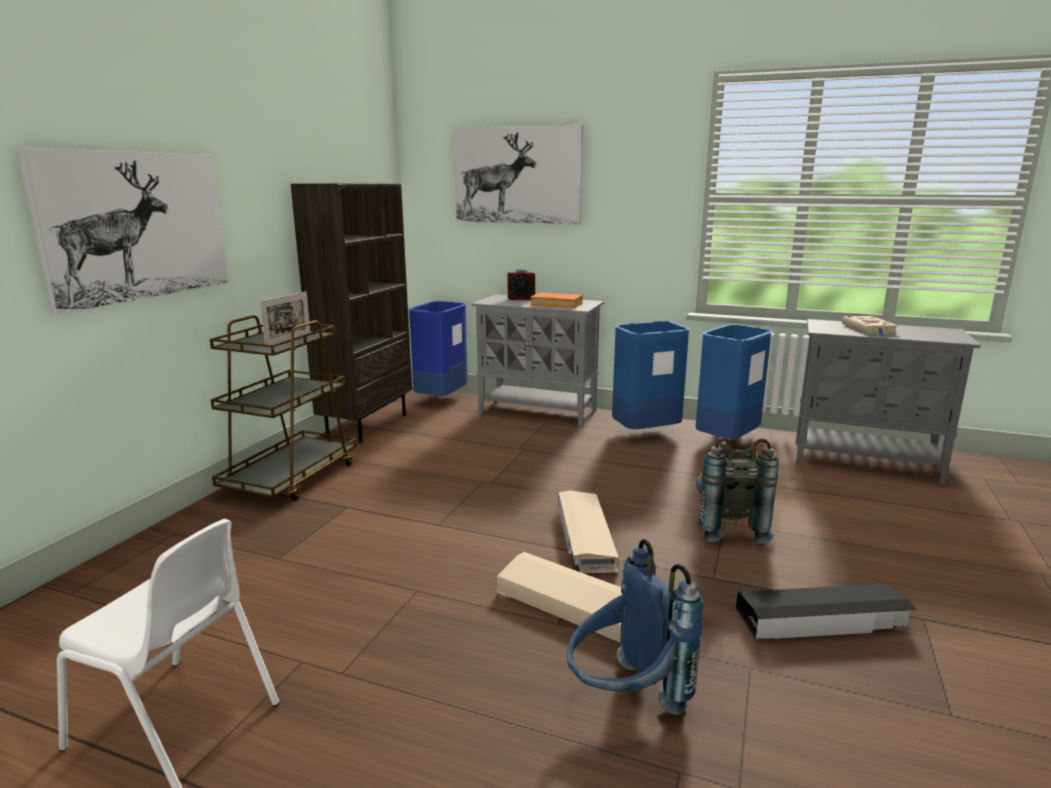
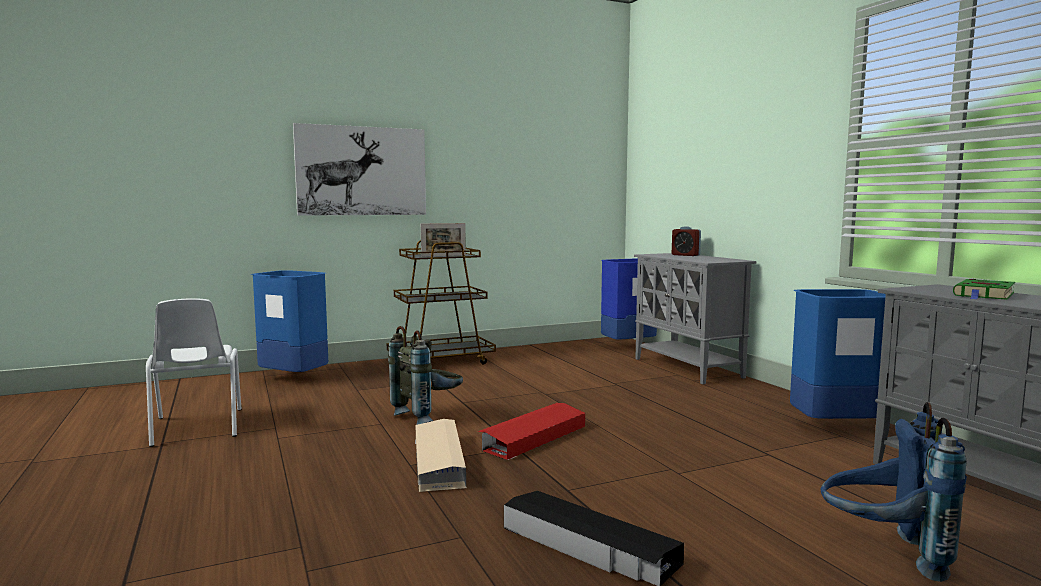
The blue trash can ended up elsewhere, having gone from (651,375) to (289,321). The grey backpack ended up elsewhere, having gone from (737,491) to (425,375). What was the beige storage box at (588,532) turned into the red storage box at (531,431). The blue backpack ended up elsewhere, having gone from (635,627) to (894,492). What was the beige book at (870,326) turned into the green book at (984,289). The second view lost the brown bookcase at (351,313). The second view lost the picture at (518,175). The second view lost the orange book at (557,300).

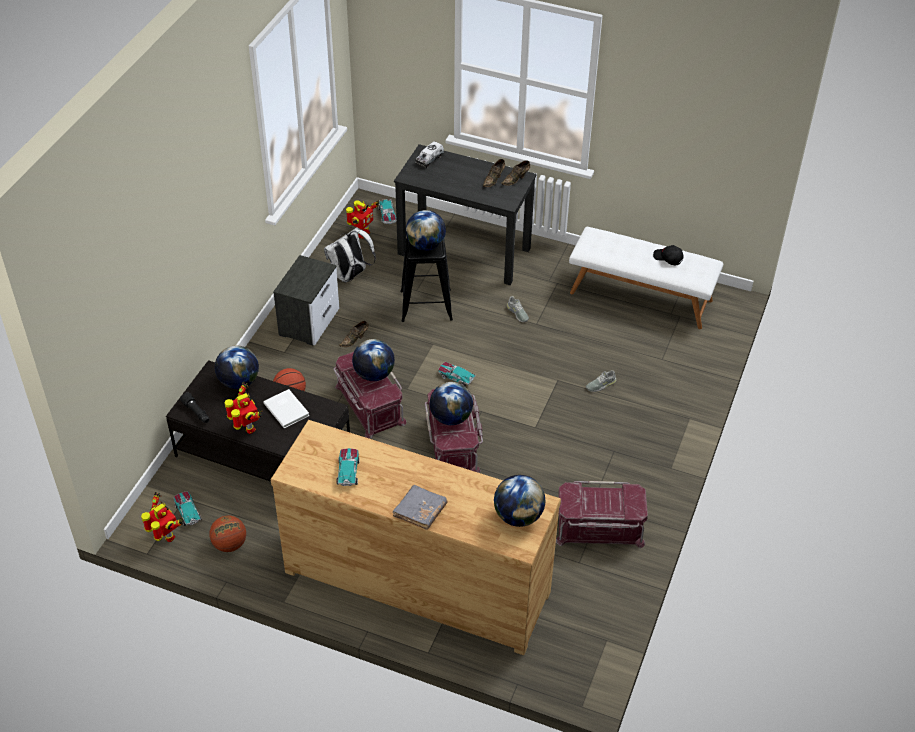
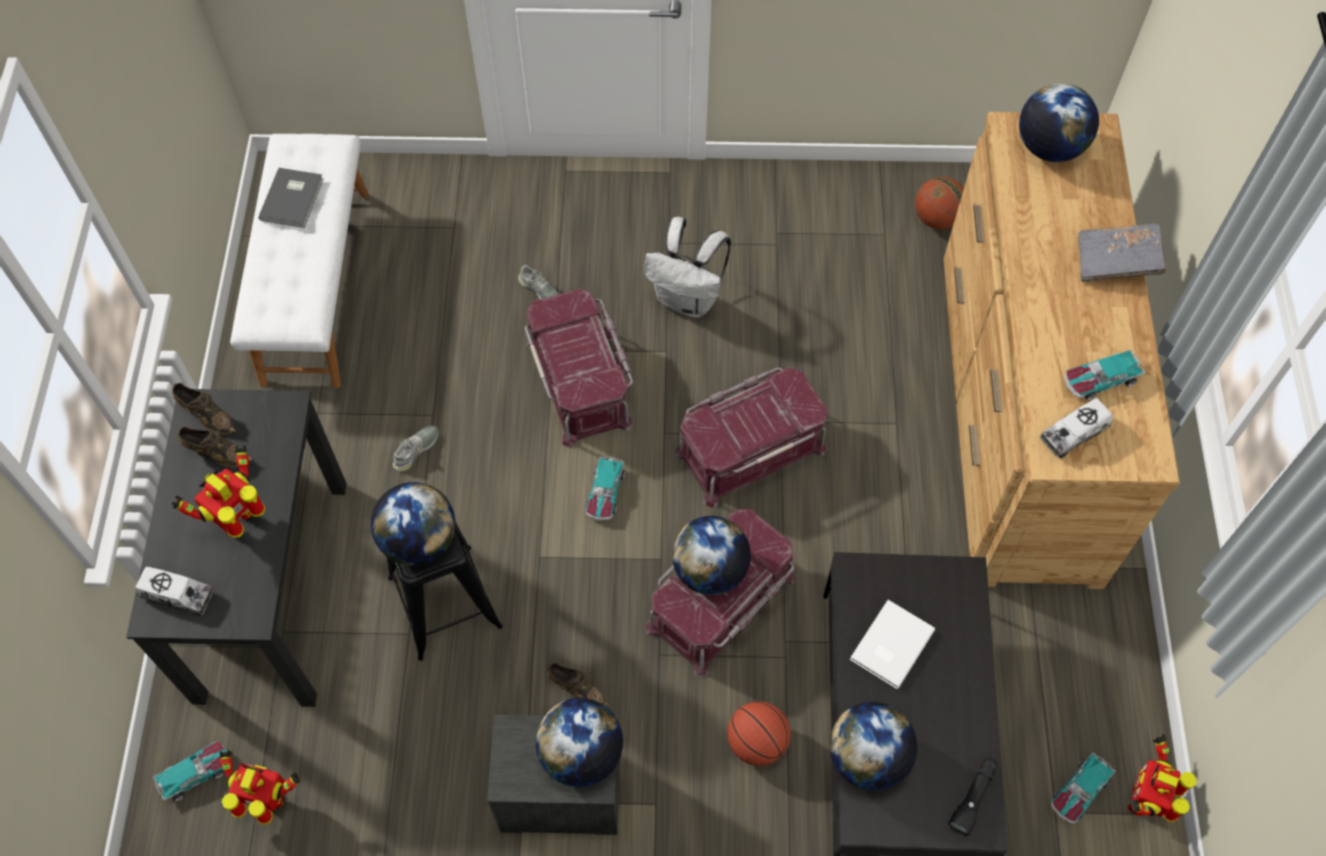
The toy robot ended up elsewhere, having gone from (243,407) to (218,491). Where the black cap stood at (668,255), the grey book came to stand at (290,198). The red storage box ended up elsewhere, having gone from (602,514) to (579,368). The globe ended up elsewhere, having gone from (451,403) to (579,742). The white backpack ended up elsewhere, having gone from (350,254) to (687,267). The basketball ended up elsewhere, having gone from (227,534) to (939,203). The second view gained the toy truck at (1076,428).

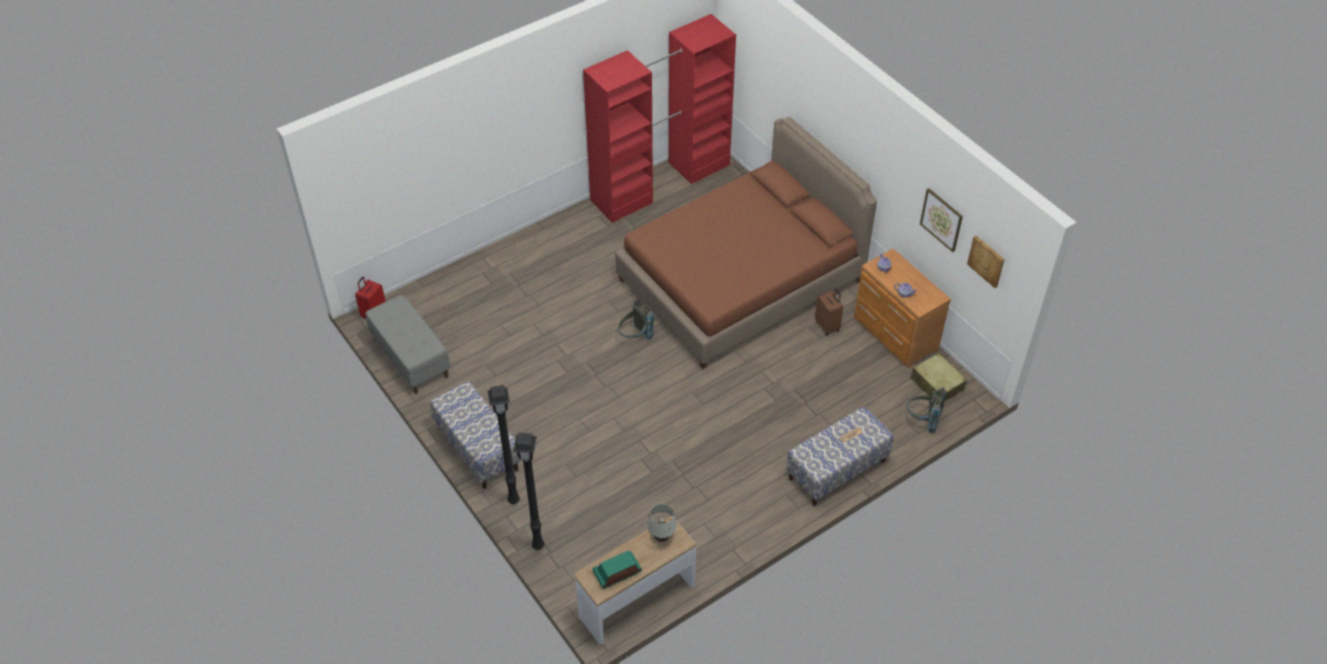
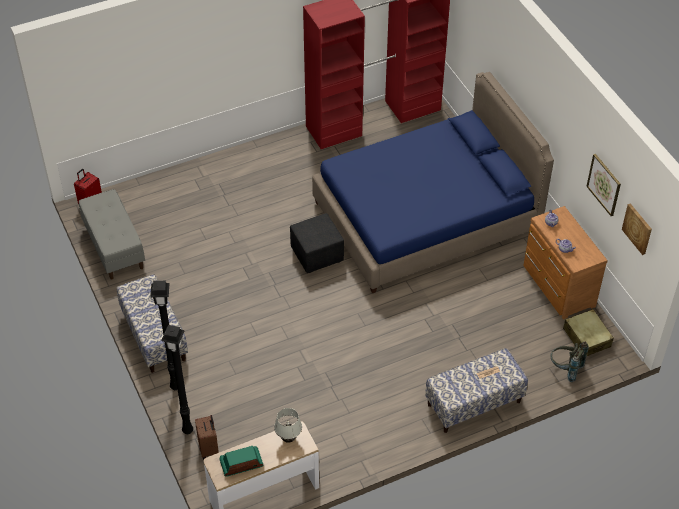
The brown suitcase ended up elsewhere, having gone from (829,312) to (207,437). Where the grey backpack stood at (636,318), the black ottoman came to stand at (317,243). What was the brown bed at (746,243) turned into the blue bed at (433,182).

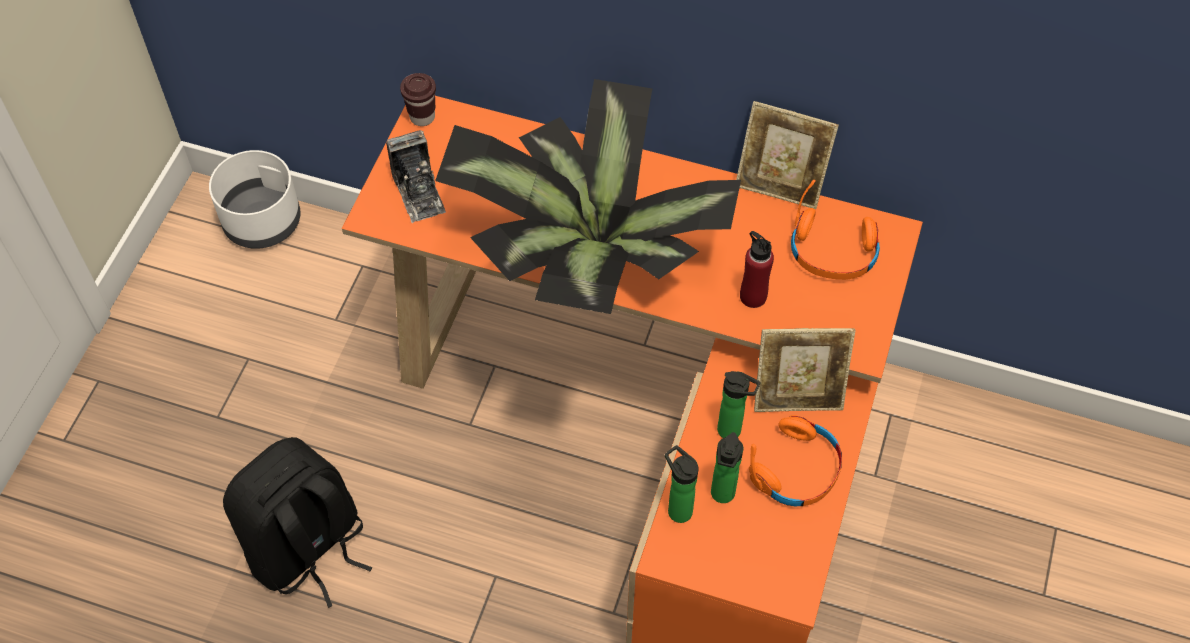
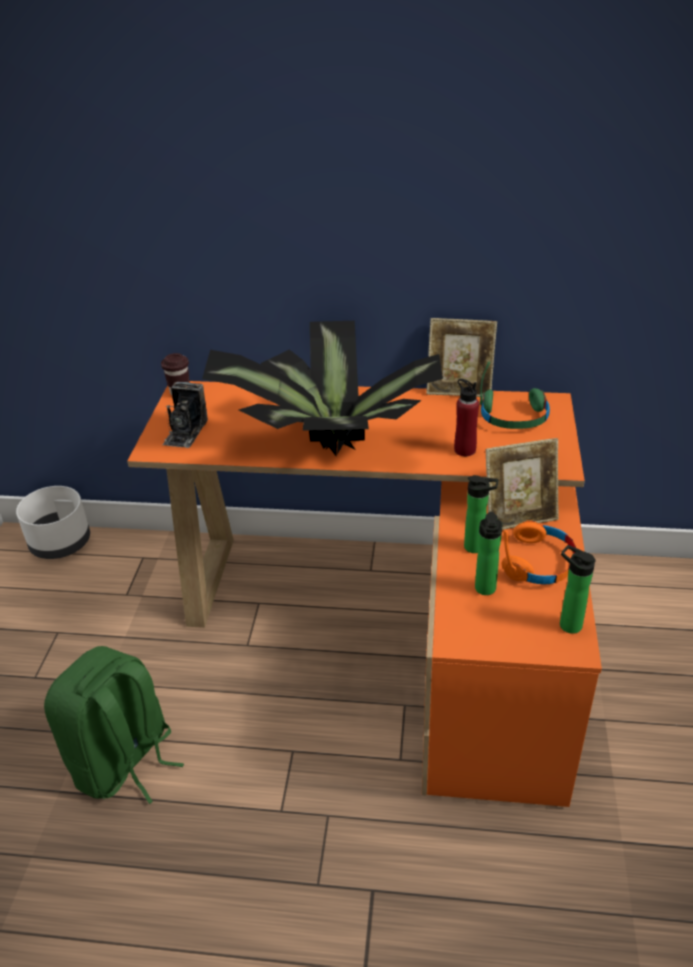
What was the black backpack at (297,522) turned into the green backpack at (114,725). The photo camera at (416,176) ended up facing another way, 45 degrees clockwise from before. What was the orange headphones at (835,230) turned into the green headphones at (515,395). The bottle ended up elsewhere, having gone from (681,484) to (578,589).

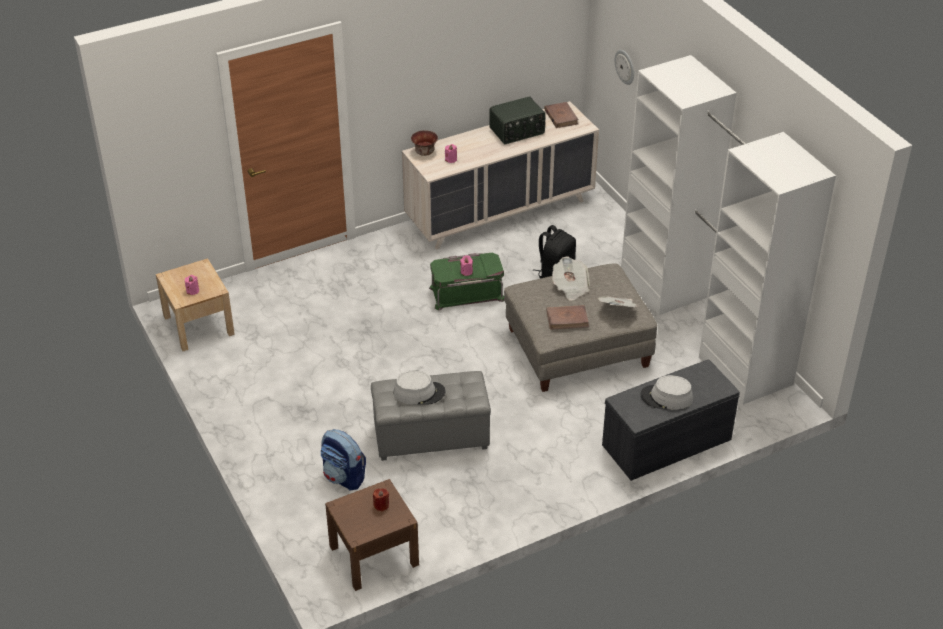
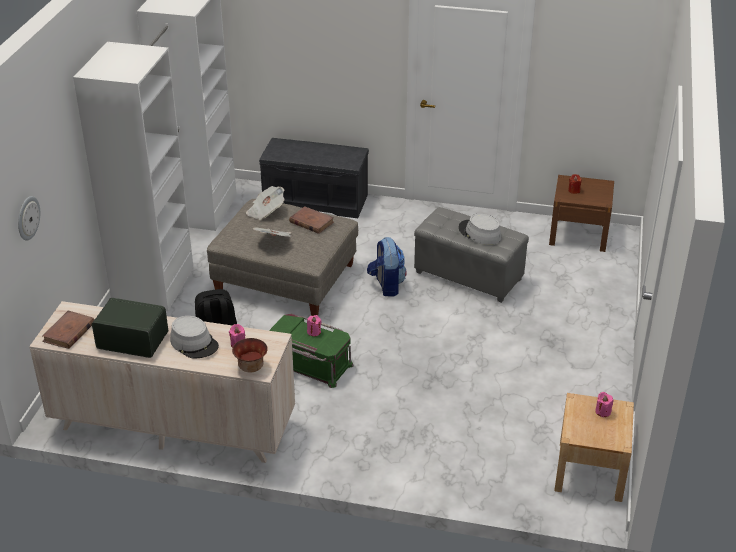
The grey hat ended up elsewhere, having gone from (666,392) to (194,337). The backpack ended up elsewhere, having gone from (343,459) to (387,266).

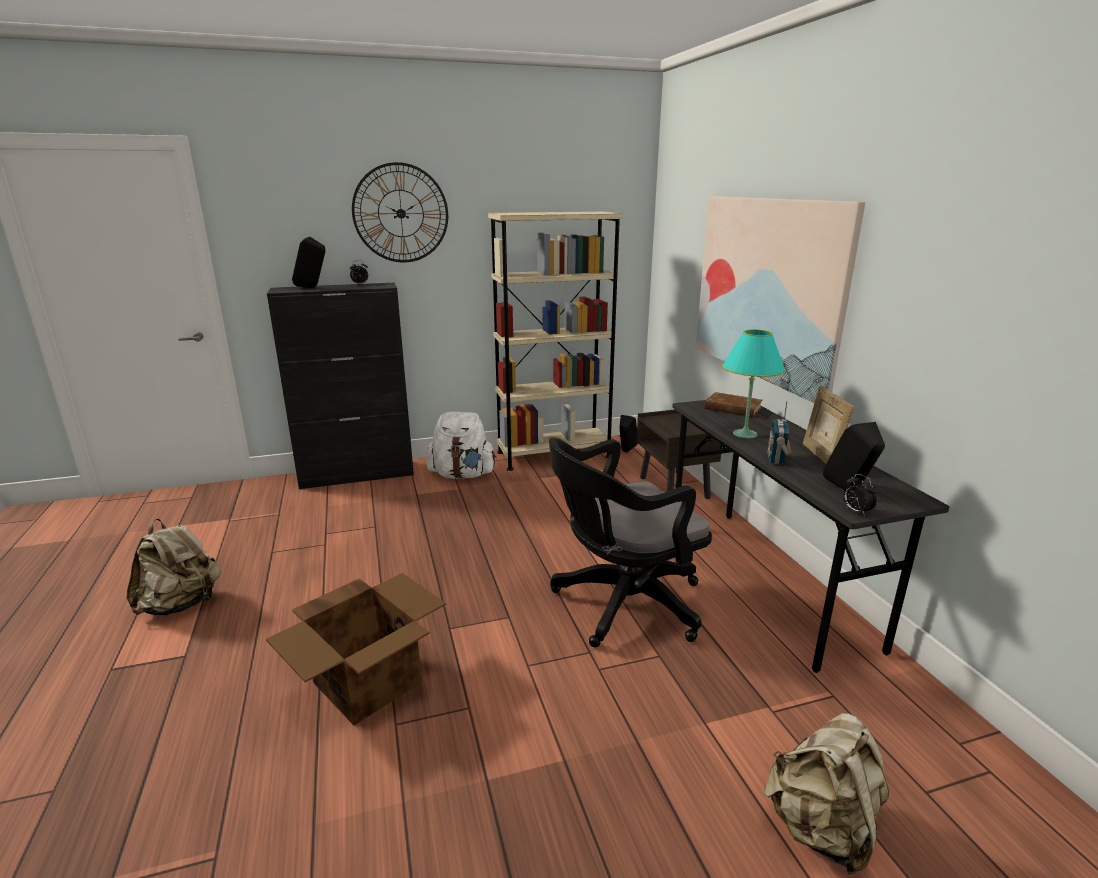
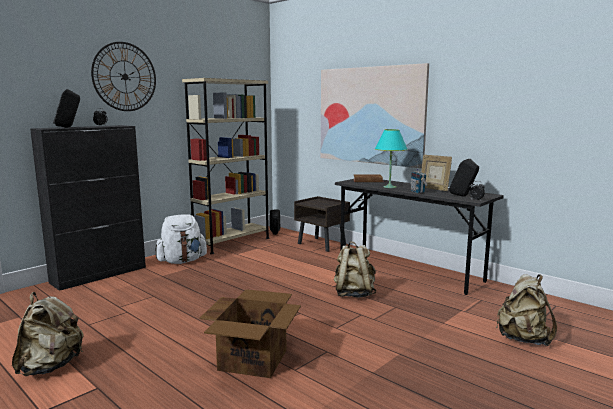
Where the black office chair stood at (630,543), the beige backpack came to stand at (355,269).

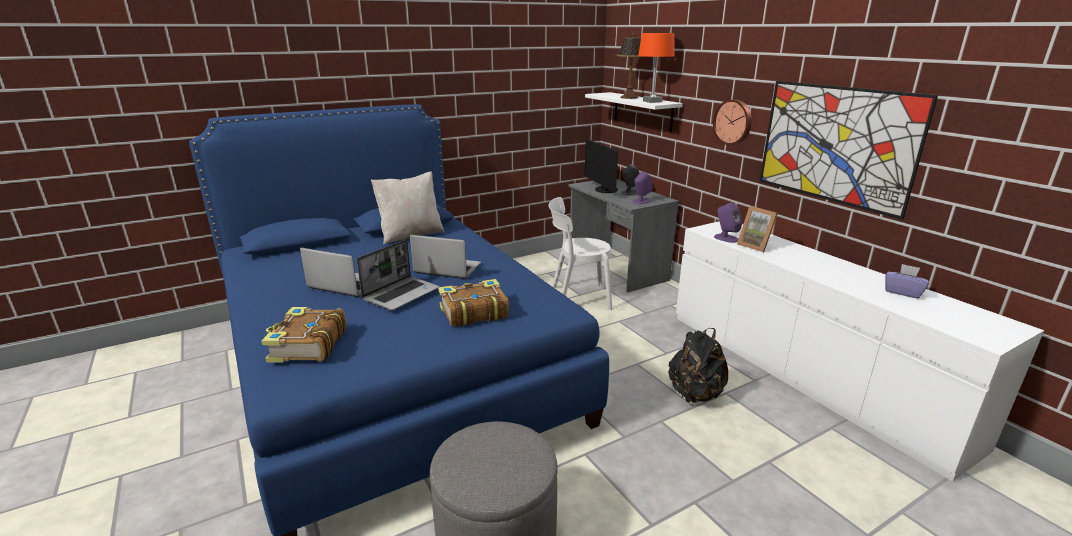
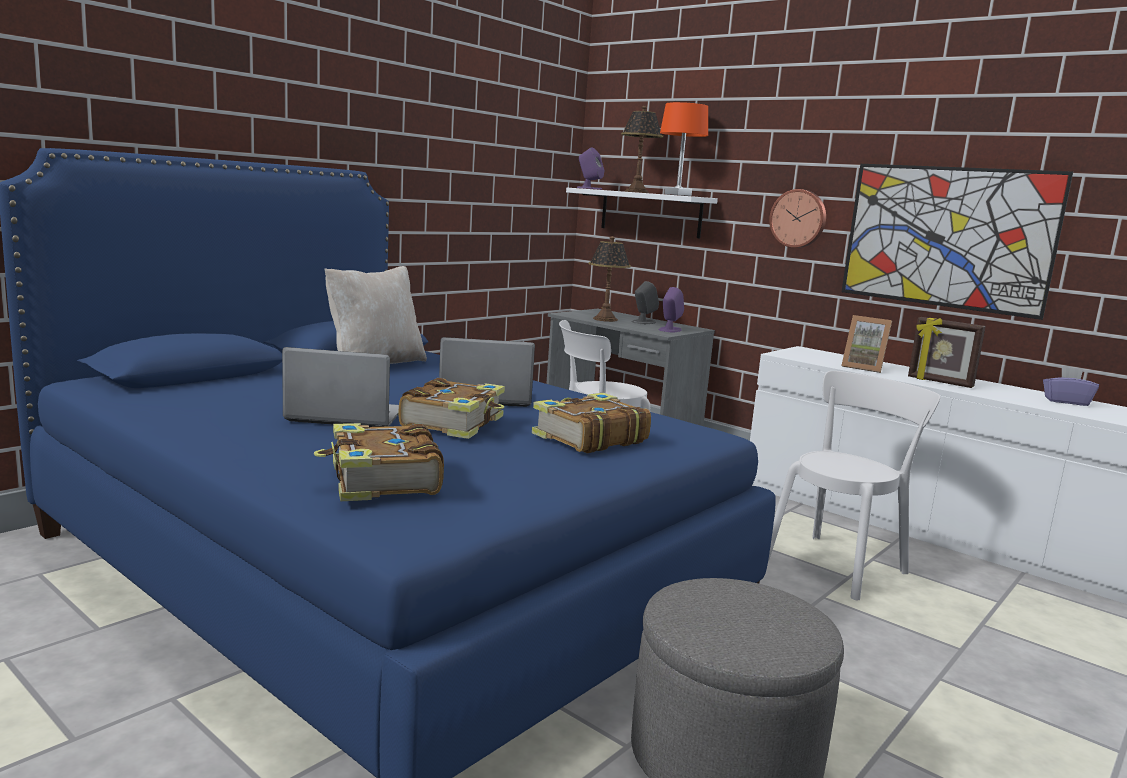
Where the laptop stood at (398,275), the book came to stand at (452,408). The purple speaker ended up elsewhere, having gone from (728,222) to (590,168). Where the monitor stood at (601,166), the table lamp came to stand at (610,279). Where the black backpack stood at (698,365), the white chair came to stand at (854,485). The second view gained the picture frame at (947,352).

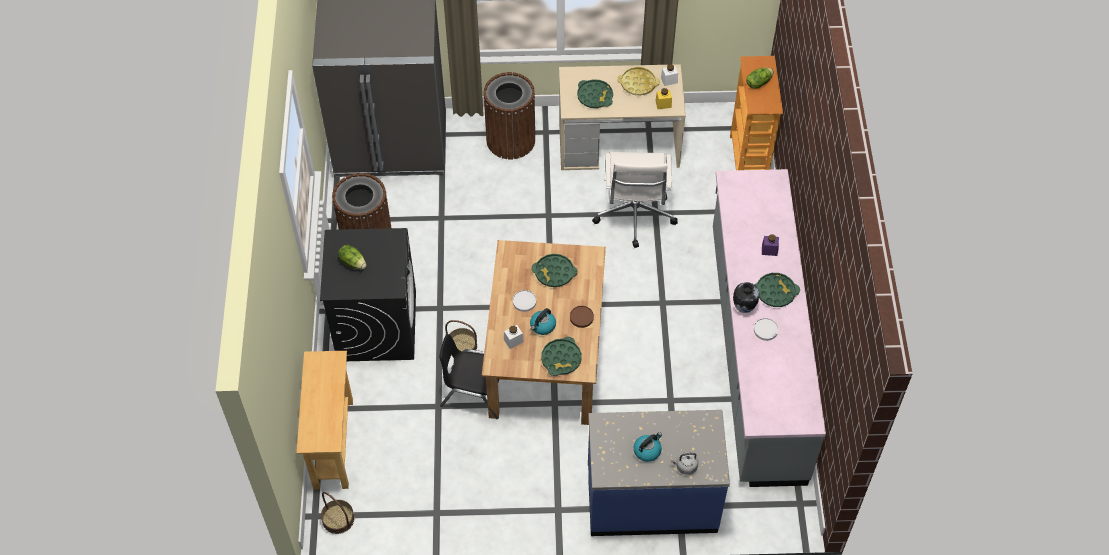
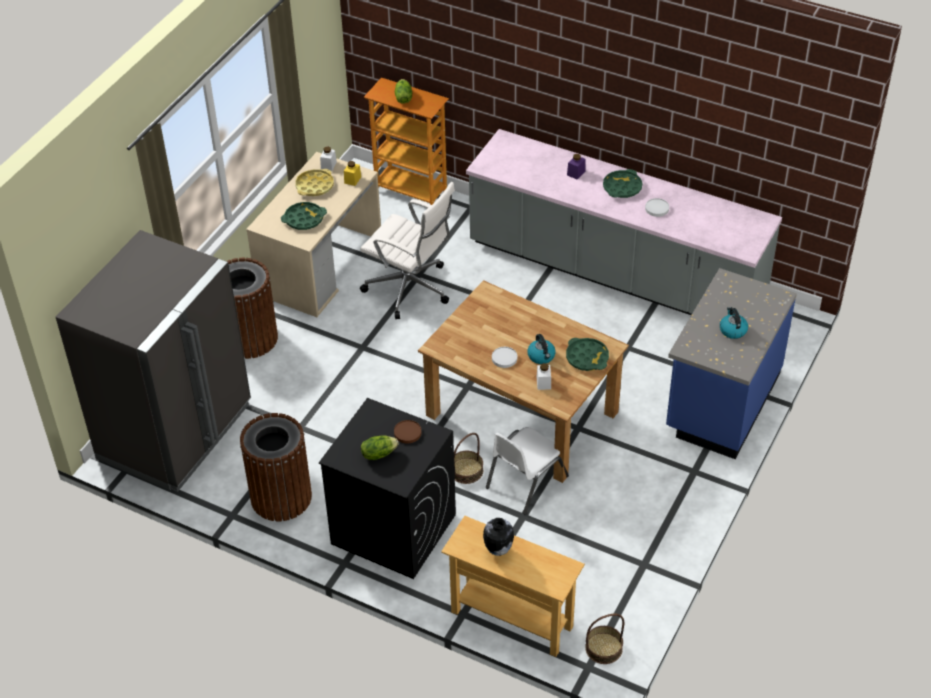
The brown plate ended up elsewhere, having gone from (582,317) to (407,432). The vase ended up elsewhere, having gone from (746,297) to (498,537). What was the black chair at (469,376) turned into the white chair at (527,470). The second view lost the green tray at (554,270). The second view lost the grey kettle at (684,463).

